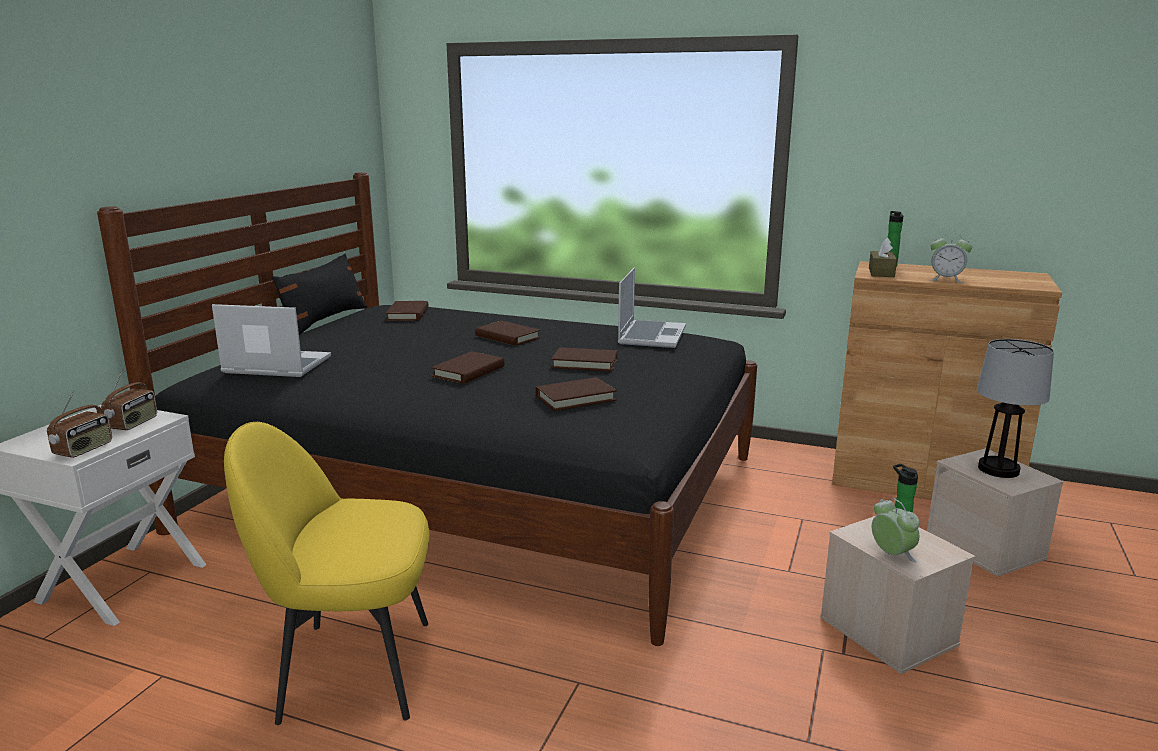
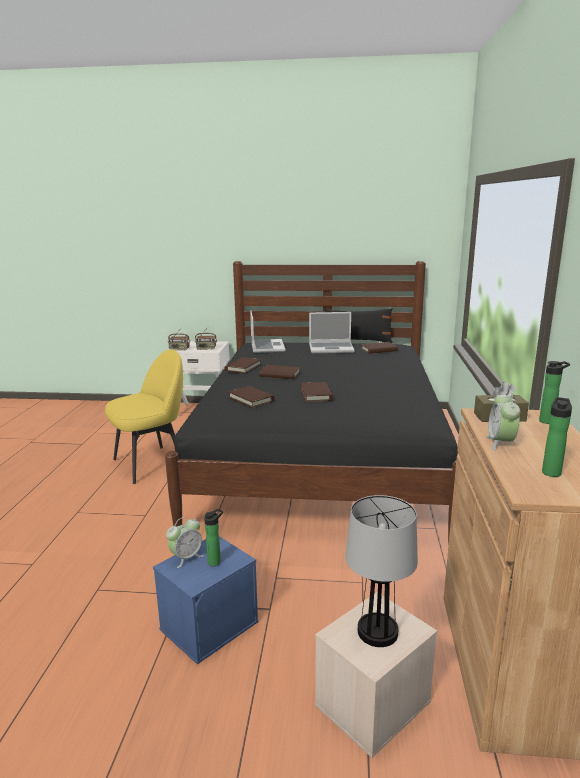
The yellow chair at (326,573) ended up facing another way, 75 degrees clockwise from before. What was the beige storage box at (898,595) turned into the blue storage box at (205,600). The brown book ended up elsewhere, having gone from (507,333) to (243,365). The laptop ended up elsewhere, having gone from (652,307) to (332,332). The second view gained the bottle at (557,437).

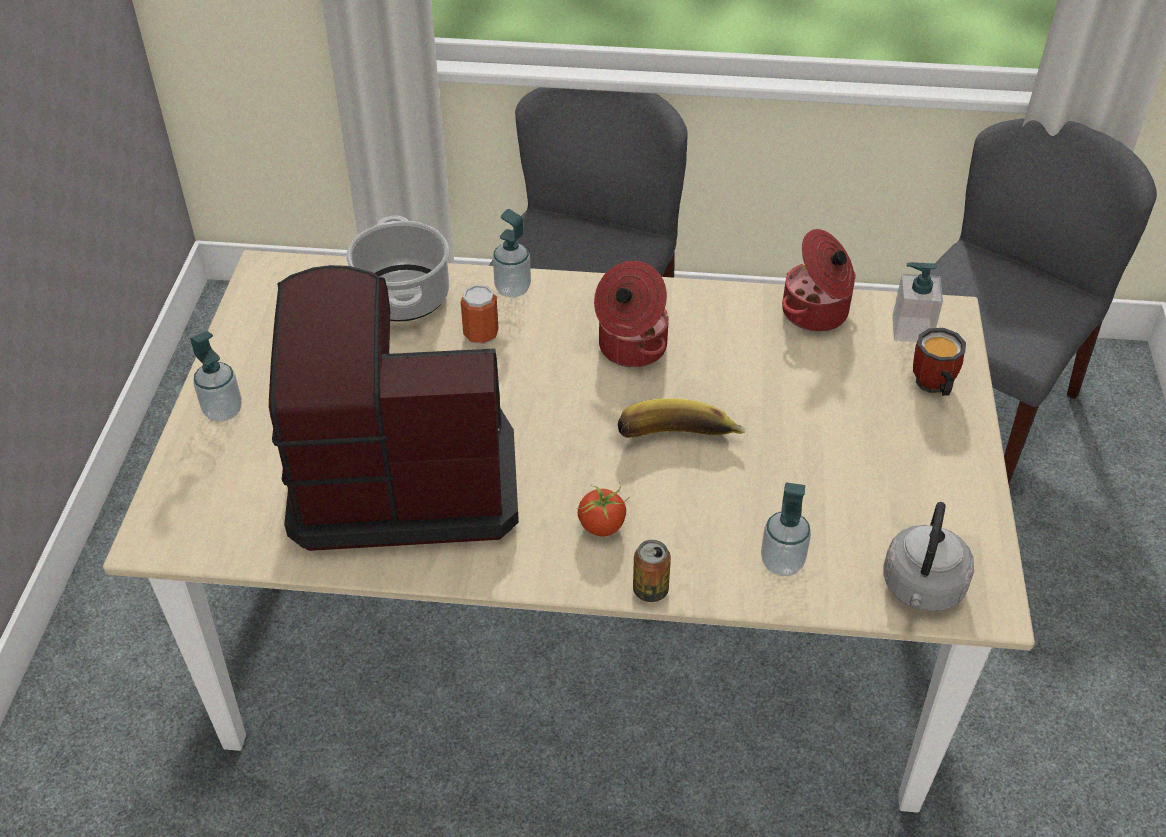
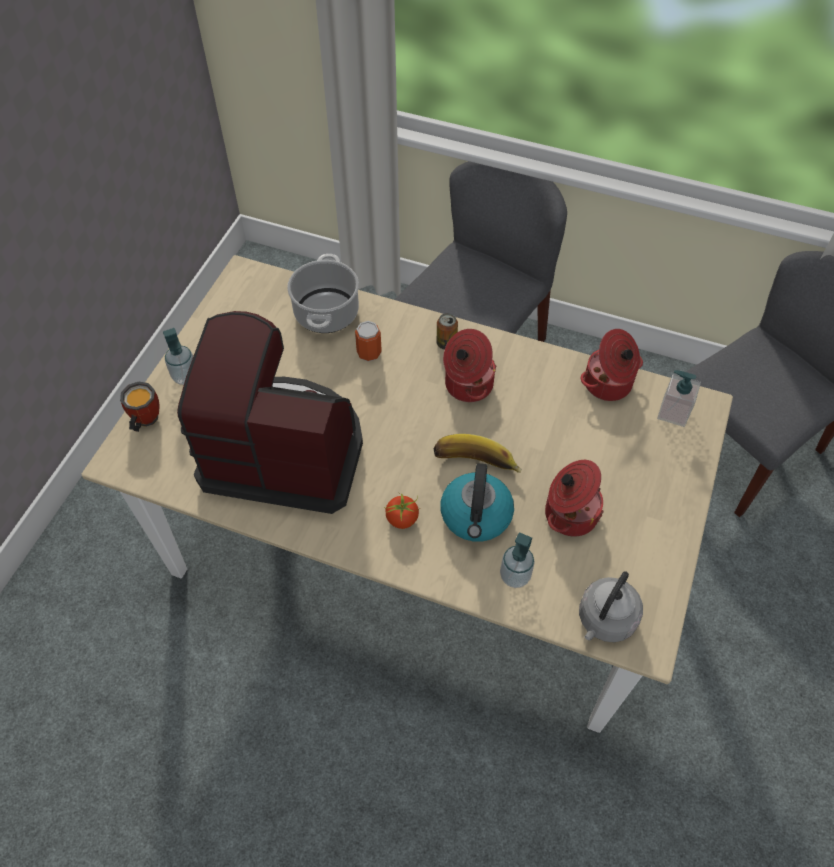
The mug ended up elsewhere, having gone from (939,362) to (140,407). The can ended up elsewhere, having gone from (652,571) to (447,331). The second view gained the kettle at (477,502). The second view gained the cooking pot at (574,498). The second view lost the soap dispenser at (512,253).

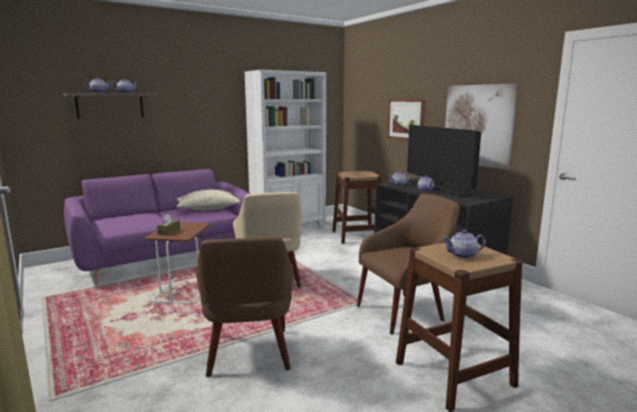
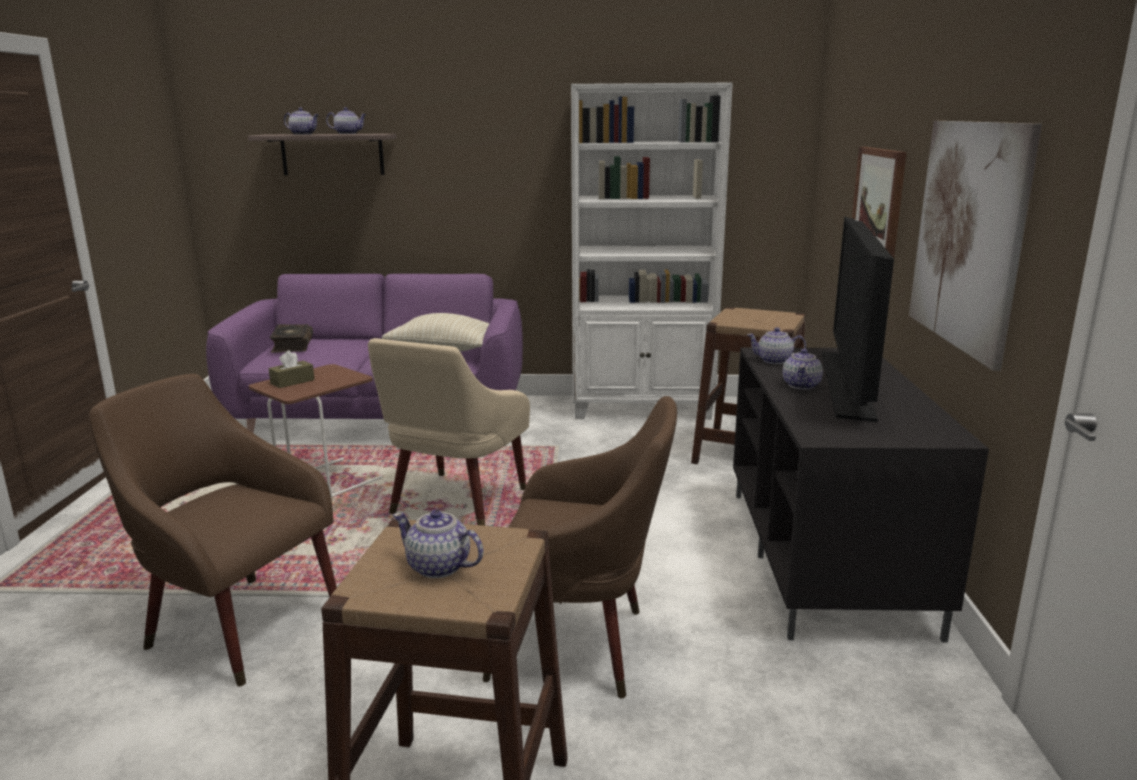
The brown armchair at (244,307) ended up facing another way, 90 degrees clockwise from before. The second view gained the book at (291,338).

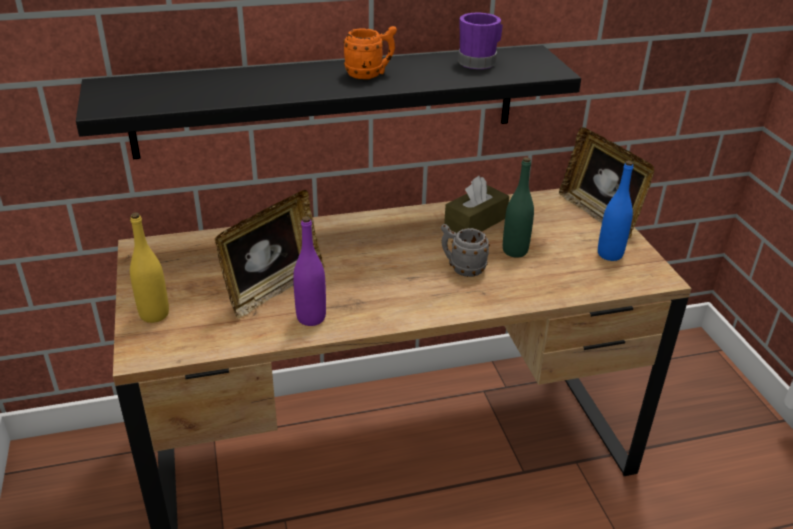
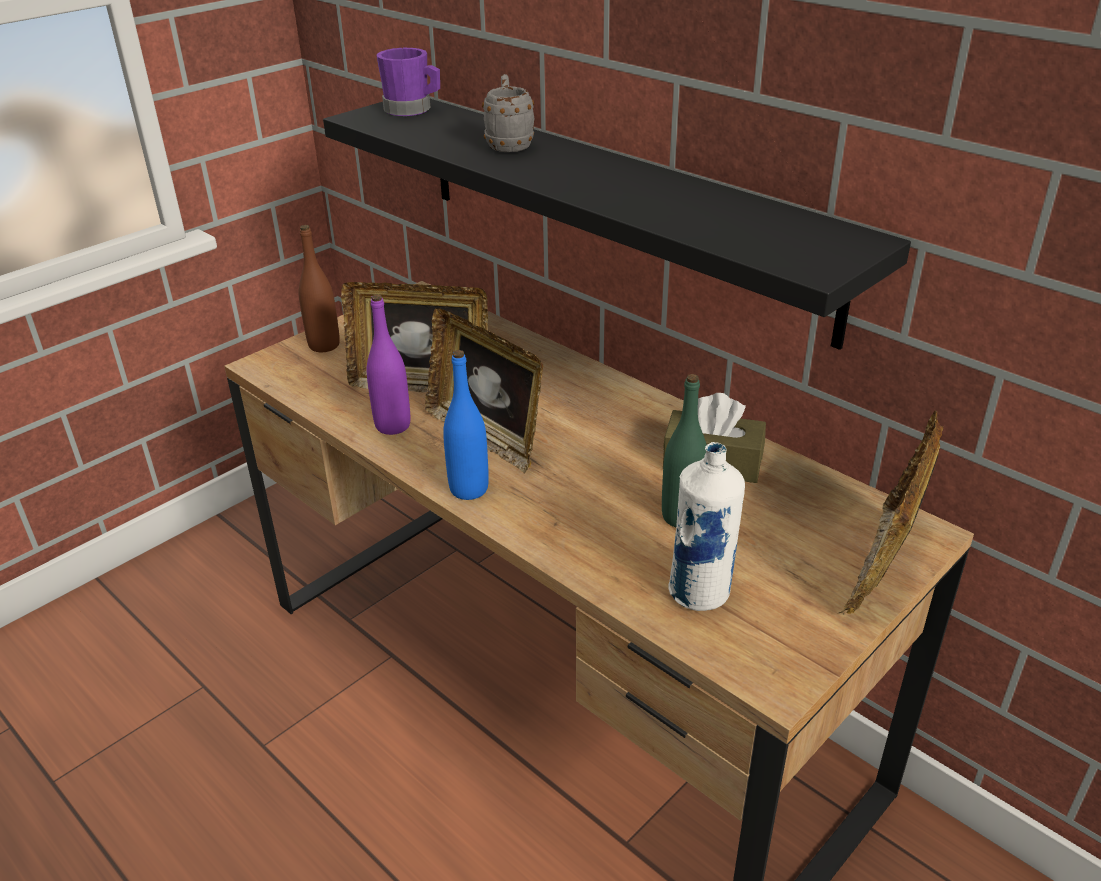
What was the yellow bottle at (149,268) turned into the brown bottle at (319,288). The purple mug ended up elsewhere, having gone from (480,41) to (408,82). The second view gained the picture frame at (484,391). The blue bottle ended up elsewhere, having gone from (615,211) to (466,425). The grey mug ended up elsewhere, having gone from (465,250) to (508,113). The second view gained the white bottle at (706,526). The second view lost the orange mug at (370,52).

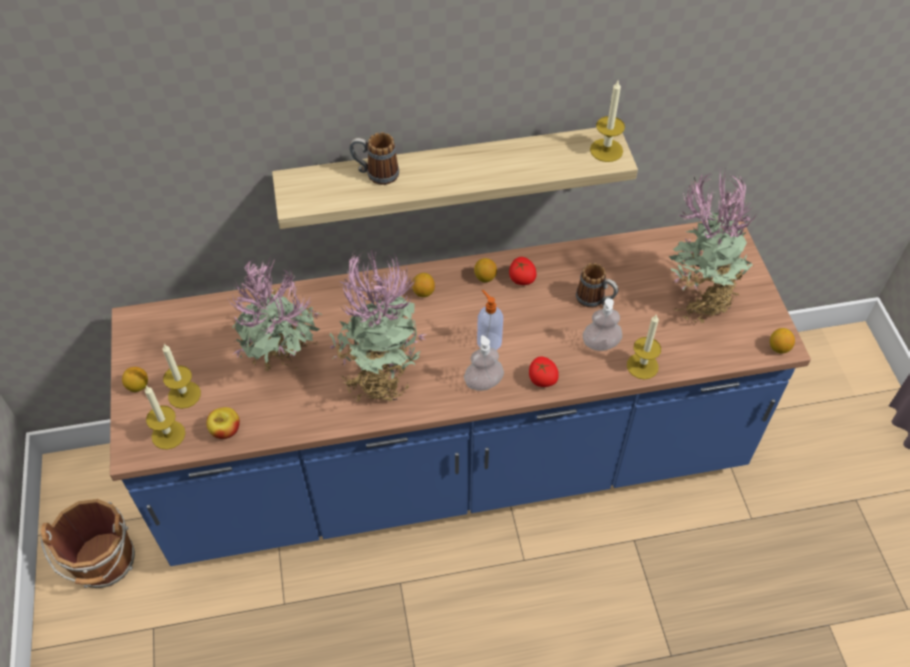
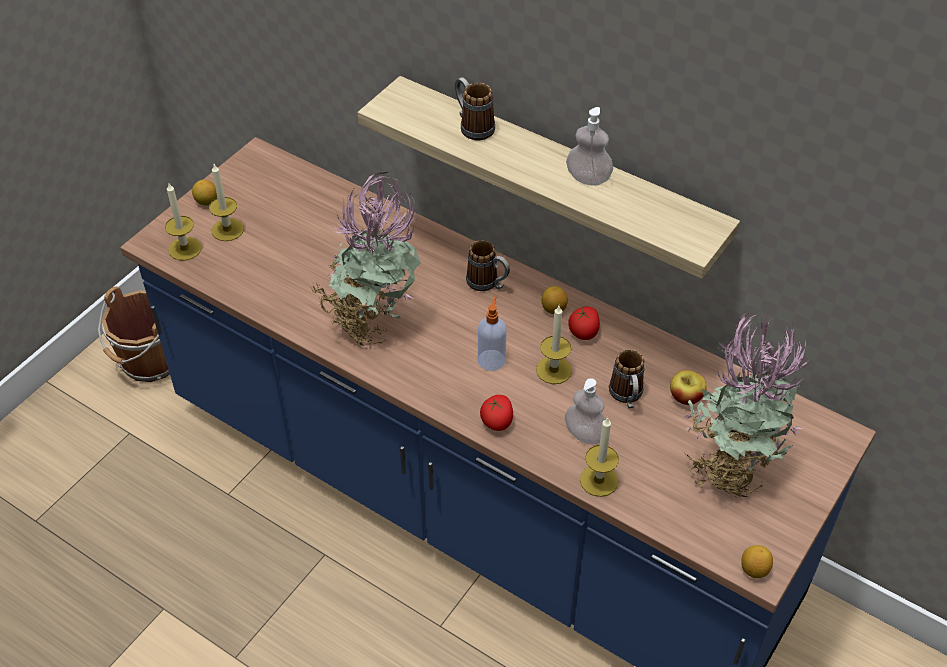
Where the lemon stood at (423,285), the mug came to stand at (488,265). The candle ended up elsewhere, having gone from (607,121) to (554,345). The soap dispenser ended up elsewhere, having gone from (484,363) to (589,146). The apple ended up elsewhere, having gone from (223,423) to (688,387). The second view lost the potted plant at (275,313).

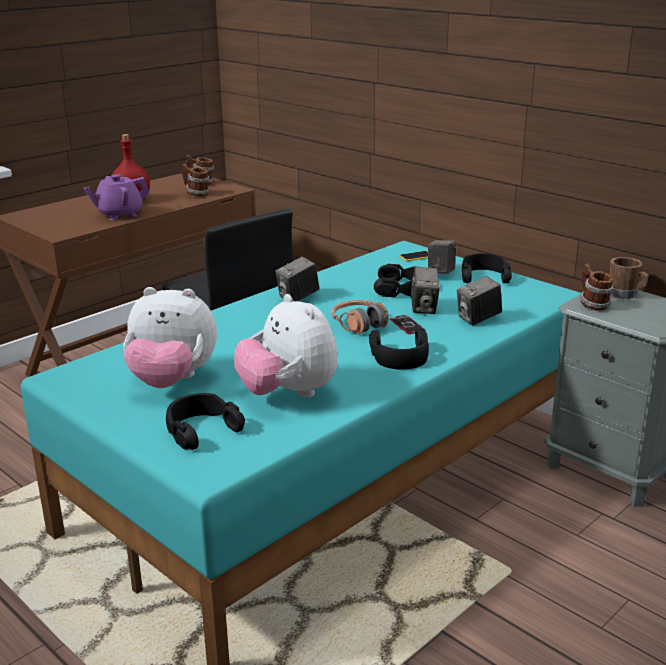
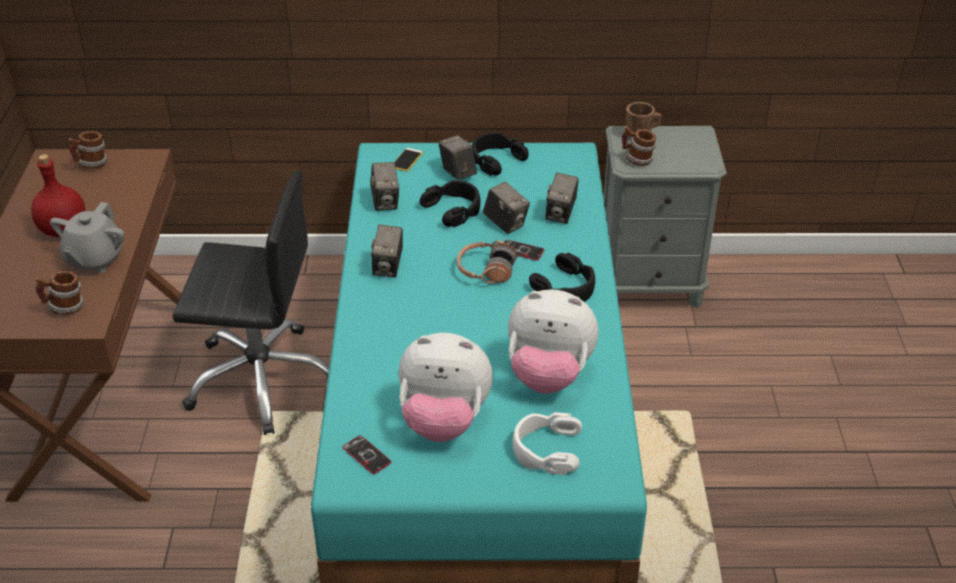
The mug ended up elsewhere, having gone from (196,180) to (59,293). What was the purple teapot at (116,197) turned into the grey teapot at (87,237). The second view gained the phone at (367,454). The second view gained the photo camera at (384,186). The plush toy at (170,337) ended up facing another way, 45 degrees clockwise from before. What was the black headphones at (205,421) turned into the white headphones at (547,443).

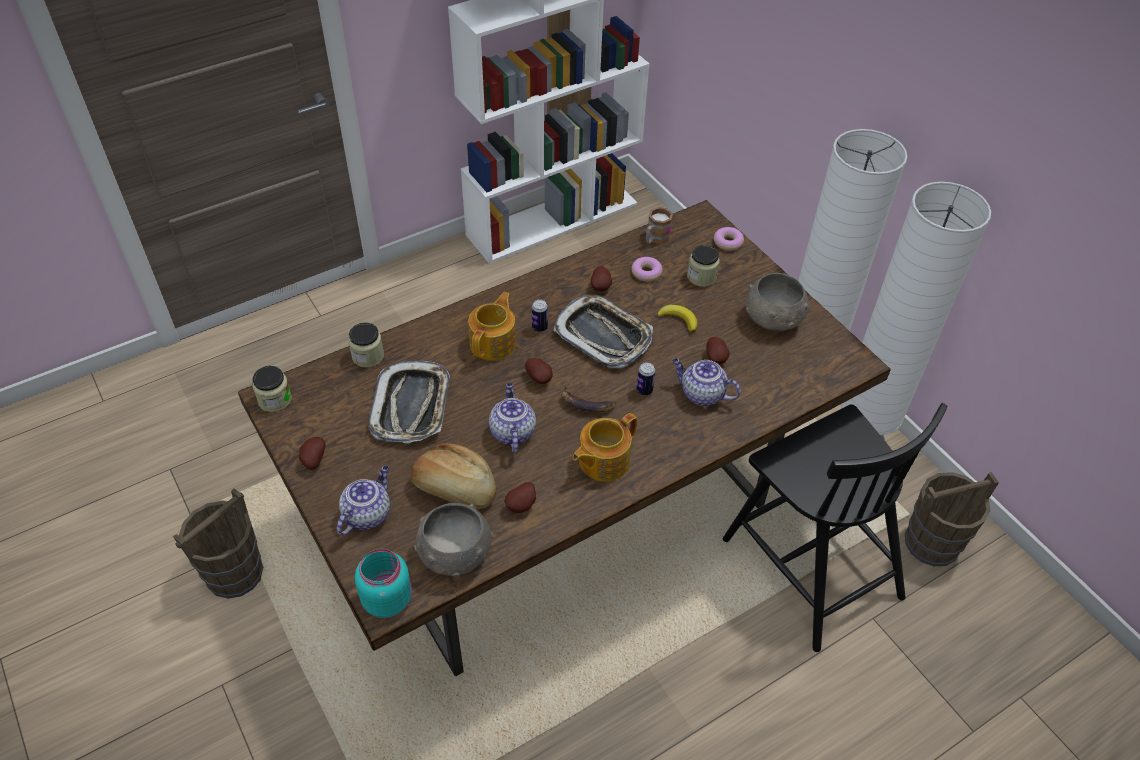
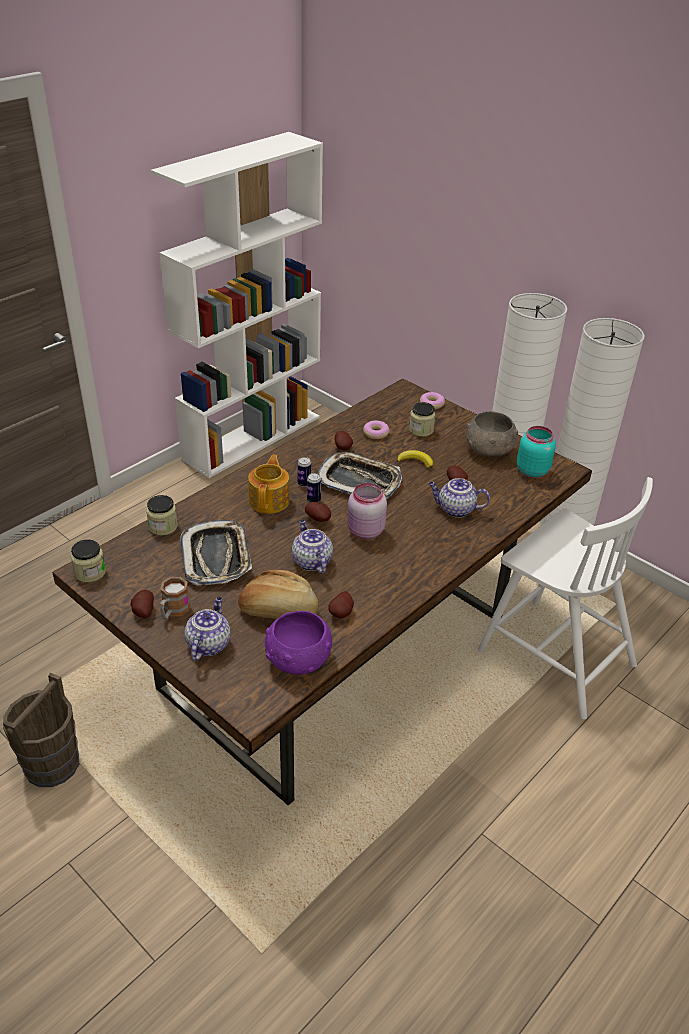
The mug ended up elsewhere, having gone from (659,225) to (175,598). What was the grey bowl at (453,540) turned into the purple bowl at (298,643). The can ended up elsewhere, having gone from (646,378) to (314,487). Where the banana stood at (588,398), the pink jar came to stand at (367,511). What was the black chair at (835,527) turned into the white chair at (565,598). The turquoise jar ended up elsewhere, having gone from (383,583) to (536,452). The second view lost the teapot at (605,447). The second view lost the brown bucket at (952,519).

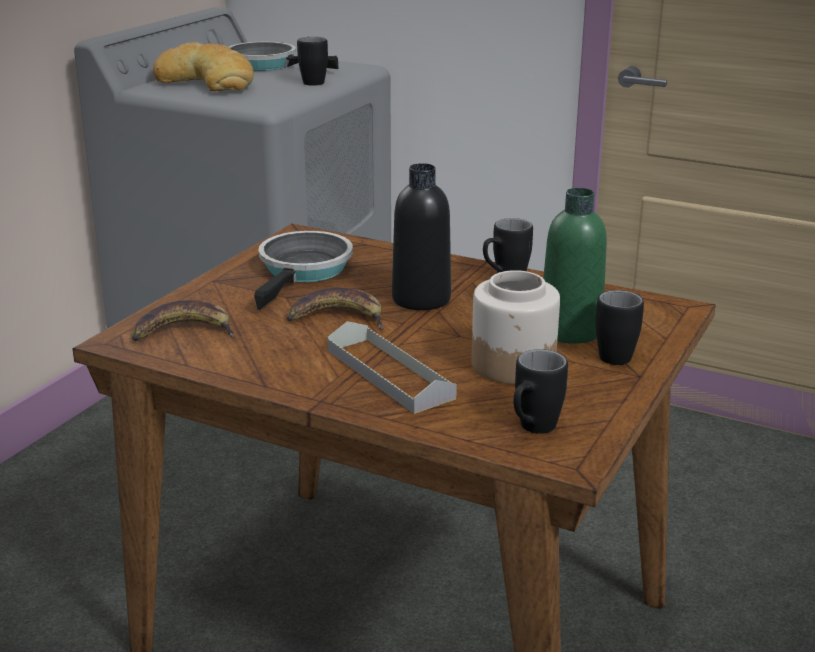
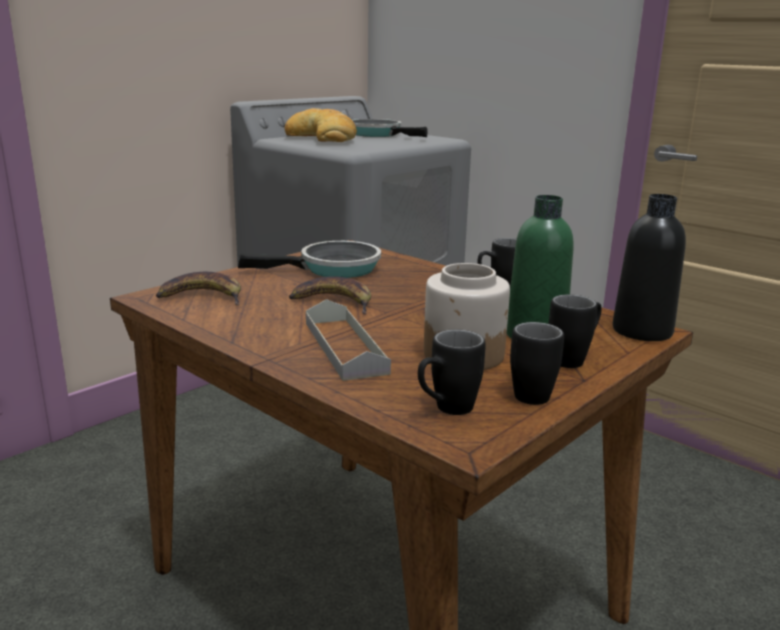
The frying pan at (303,270) ended up facing another way, 45 degrees clockwise from before. The black mug ended up elsewhere, having gone from (312,61) to (537,363). The black bottle ended up elsewhere, having gone from (421,236) to (649,267).

